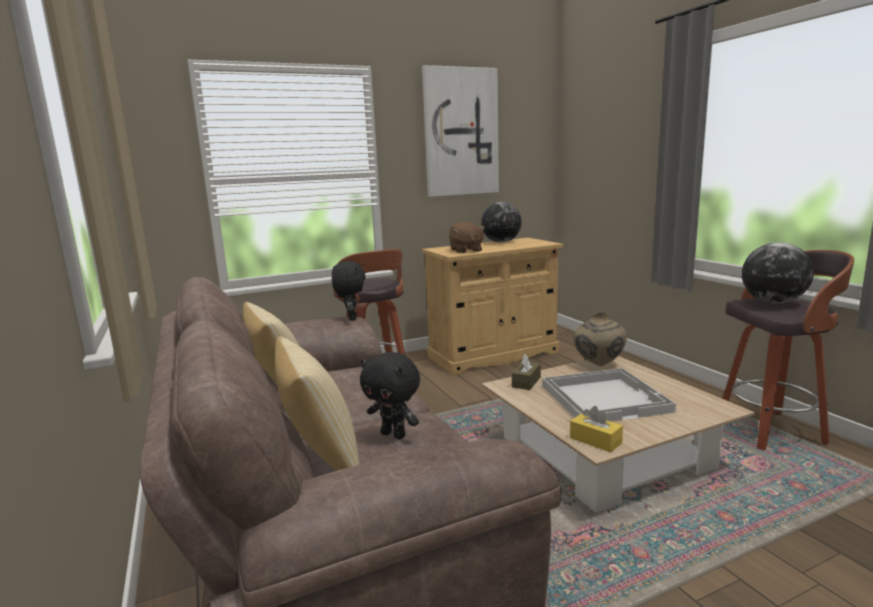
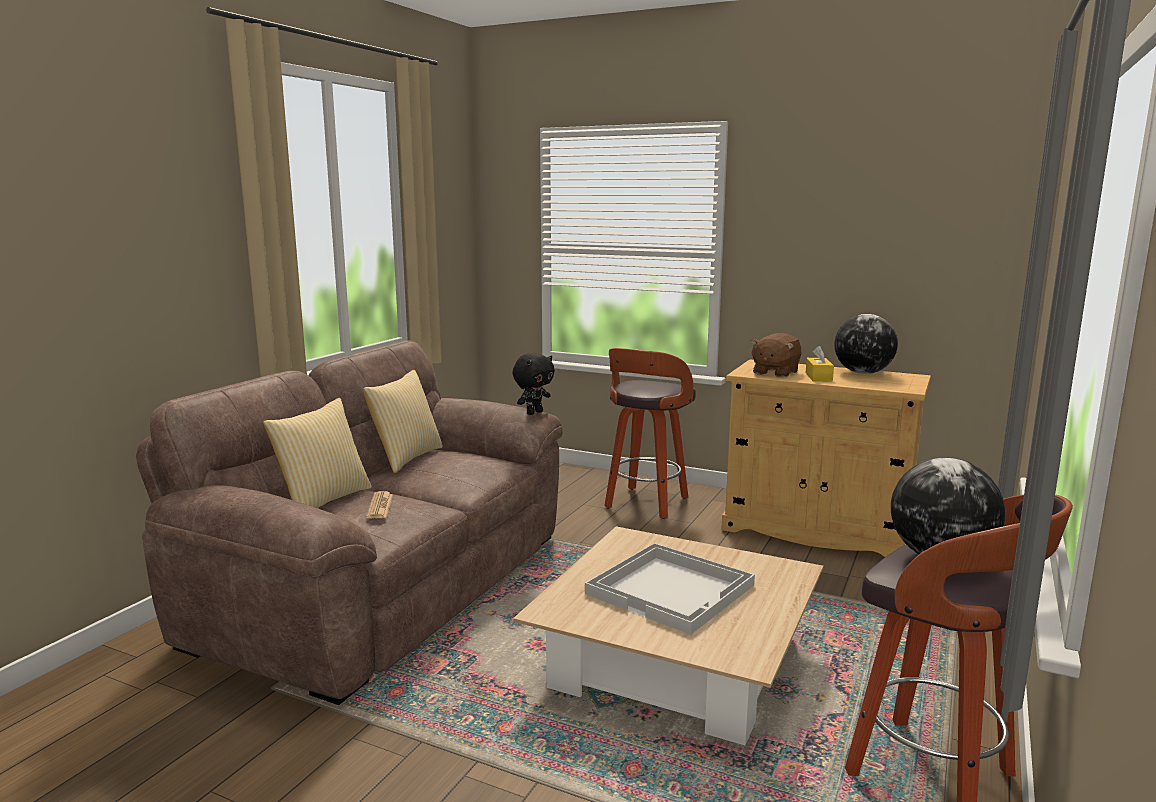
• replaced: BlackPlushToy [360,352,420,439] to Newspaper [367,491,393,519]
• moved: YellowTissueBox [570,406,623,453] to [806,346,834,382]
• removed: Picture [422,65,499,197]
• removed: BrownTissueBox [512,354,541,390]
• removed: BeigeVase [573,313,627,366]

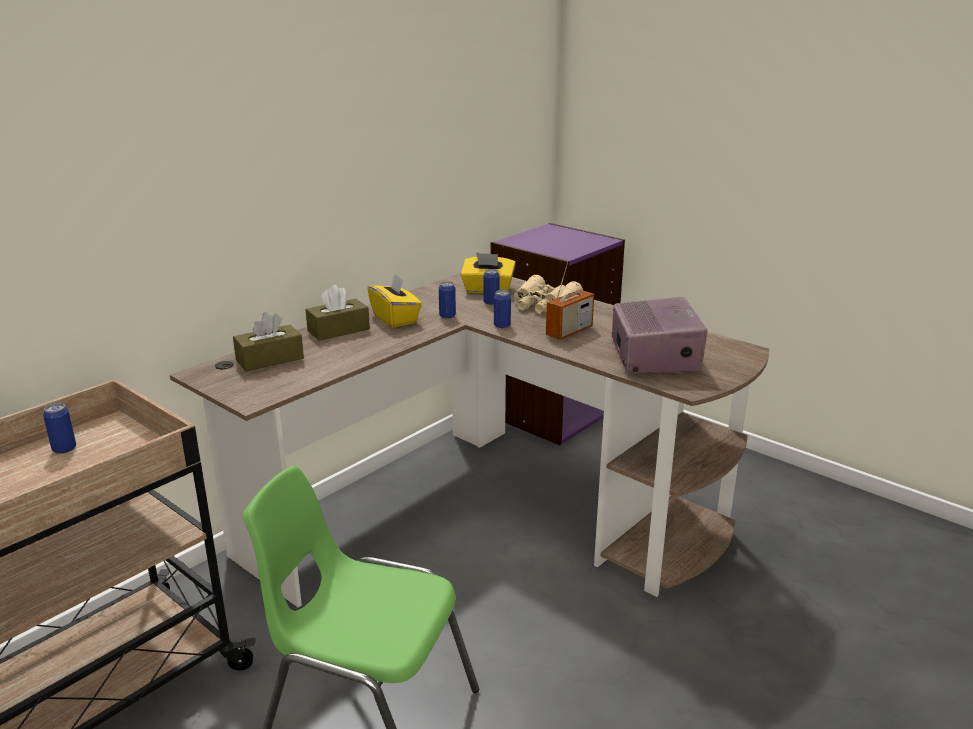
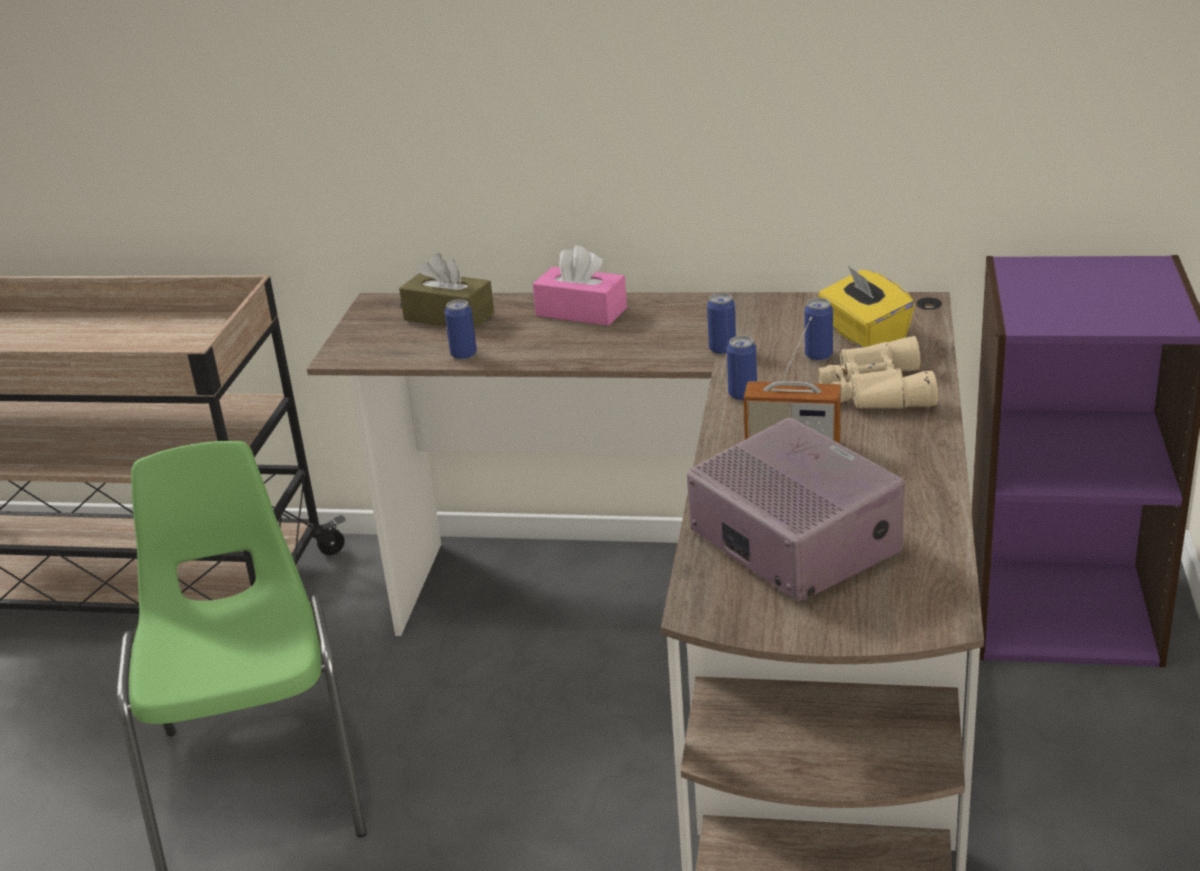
• moved: Can [43,403,76,454] to [445,299,477,359]
• recoloured: BrownTissueBox [305,285,370,341] to PinkTissueBox [533,245,627,326]
• turned: Radio [612,297,707,373] = [687,418,905,601] 90 degrees counterclockwise
• removed: YellowTissueBox [367,274,422,327]

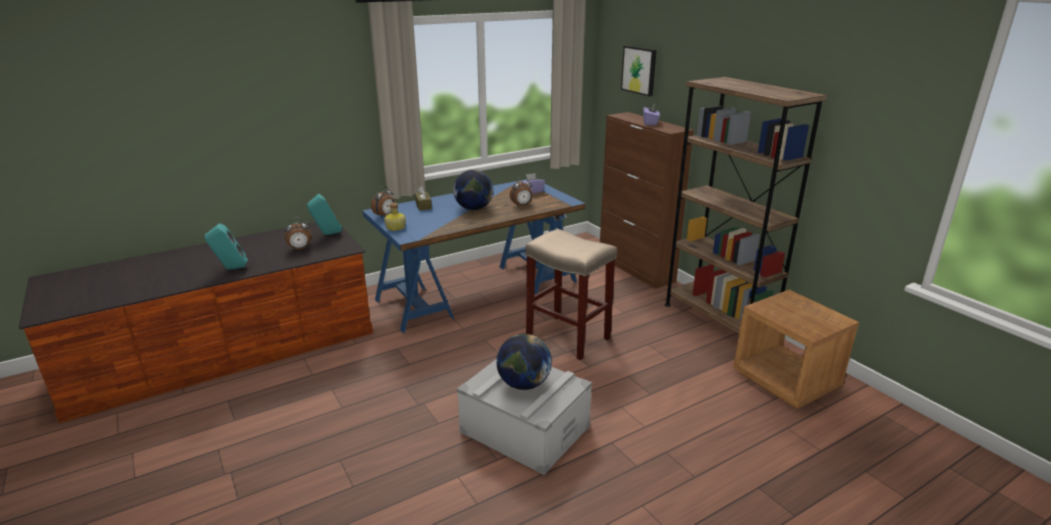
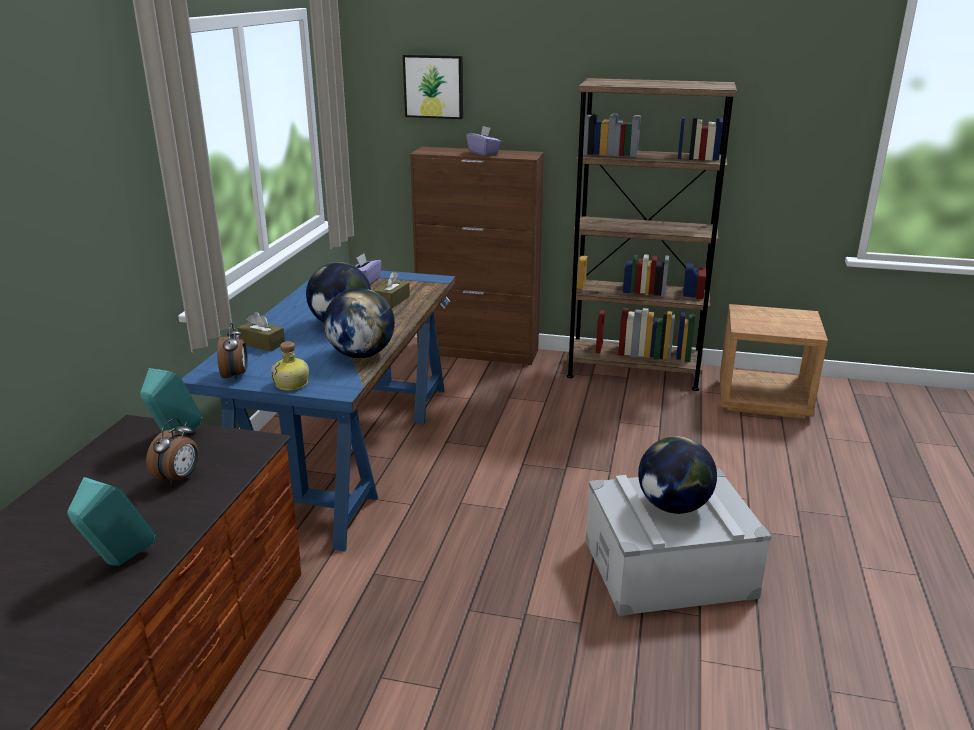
• added: Globe [324,288,395,358]
• replaced: AlarmClock [510,177,532,206] to BrownTissueBox [375,272,410,308]
• removed: BeigeStool [525,229,617,360]

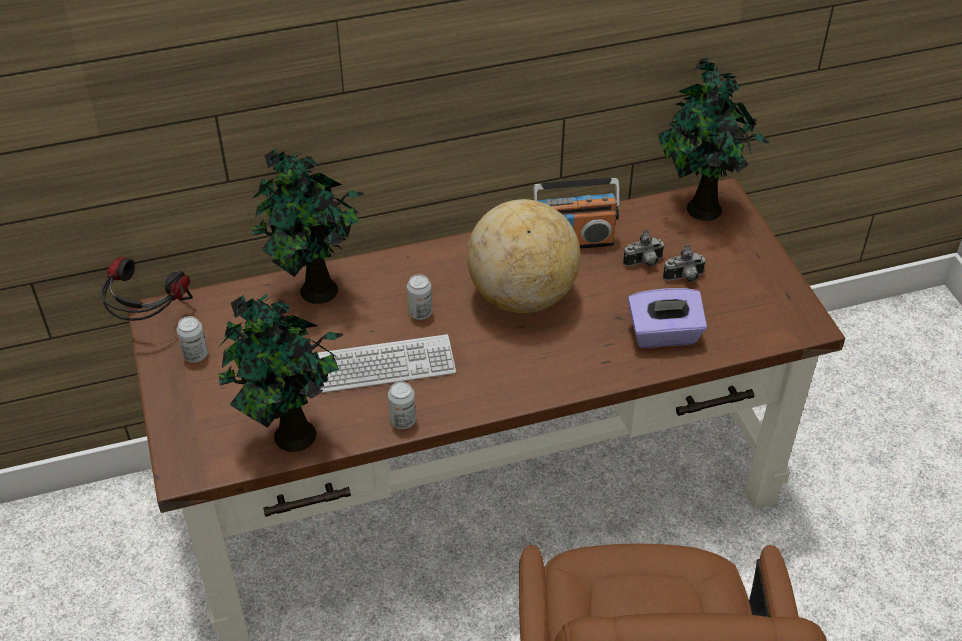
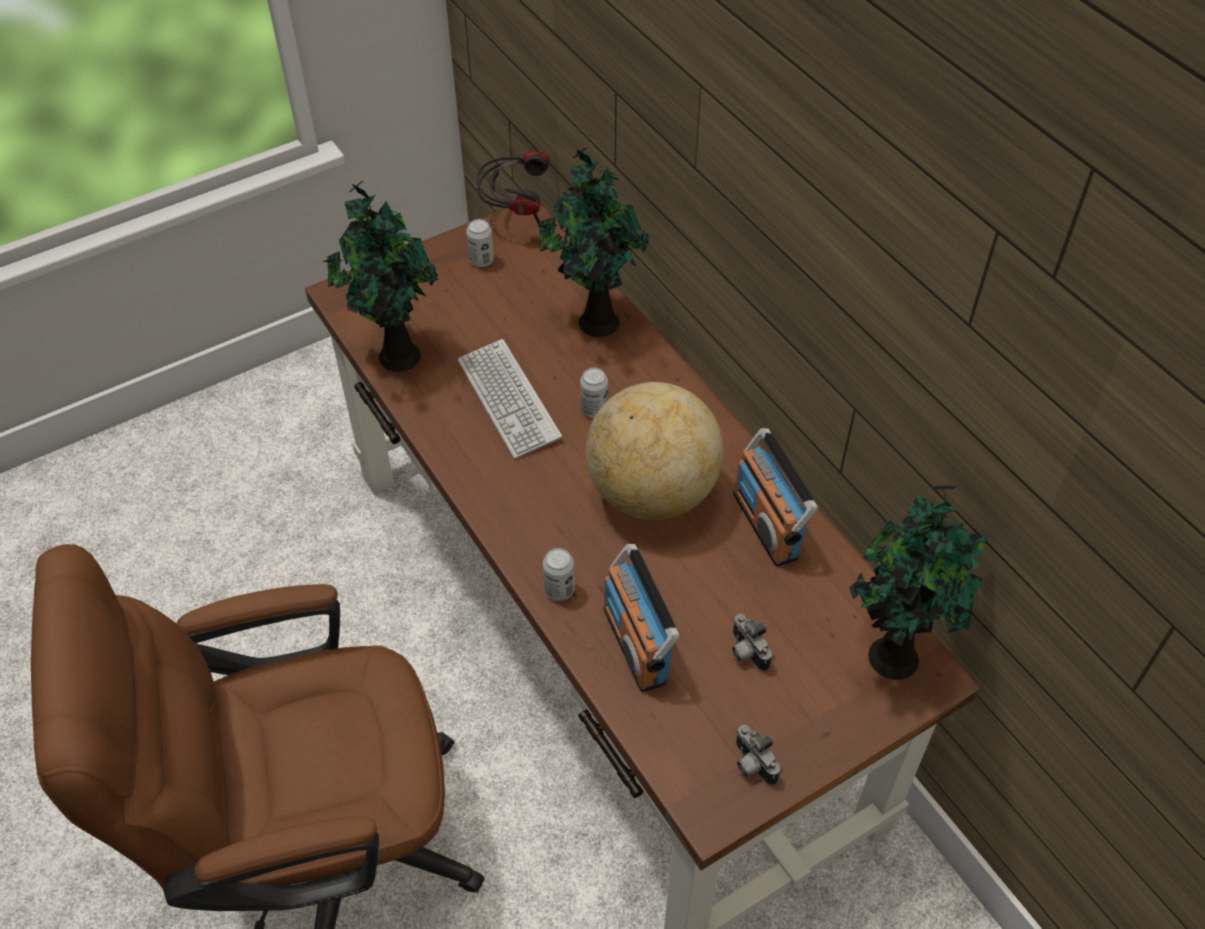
• moved: Can [388,382,416,429] to [543,548,575,601]
• replaced: PurpleTissueBox [628,288,707,348] to Radio [603,544,679,692]
• moved: PhotoCamera [623,230,665,267] to [736,725,780,785]

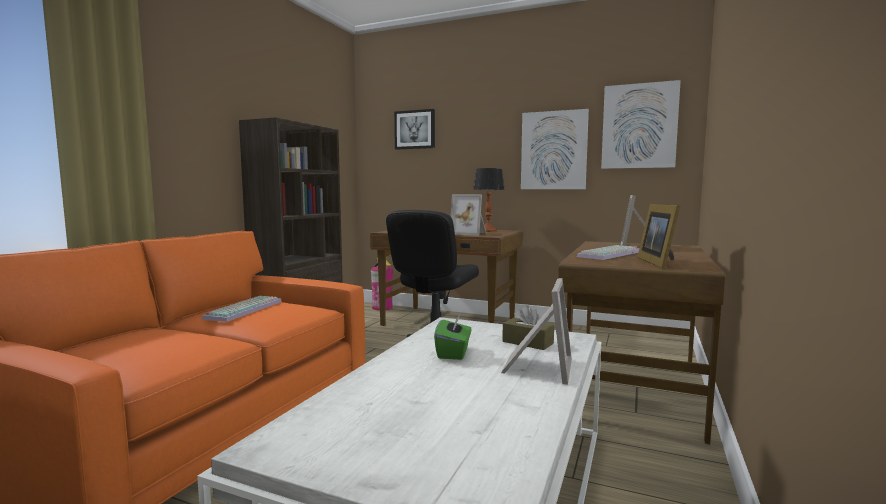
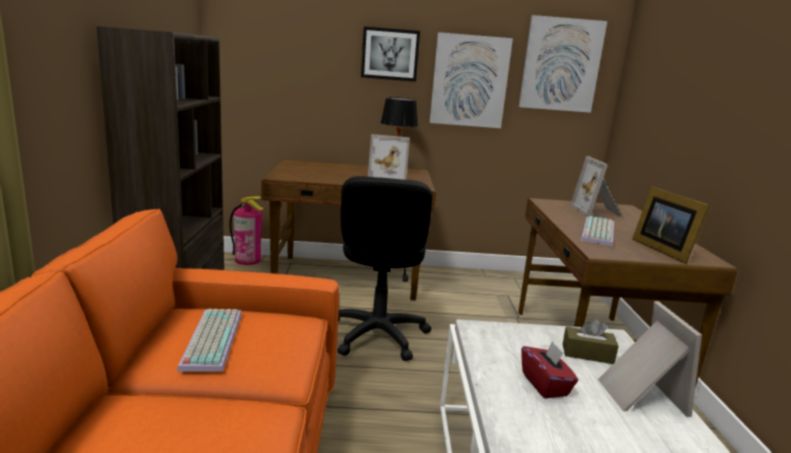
• moved: Picture [394,109,435,150] to [361,27,420,82]
• recoloured: GreenTissueBox [434,313,472,360] to RedTissueBox [522,341,578,398]

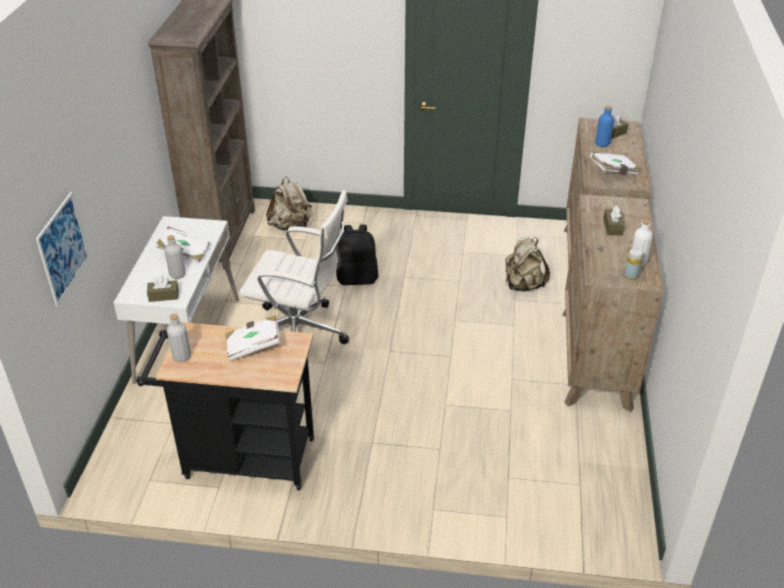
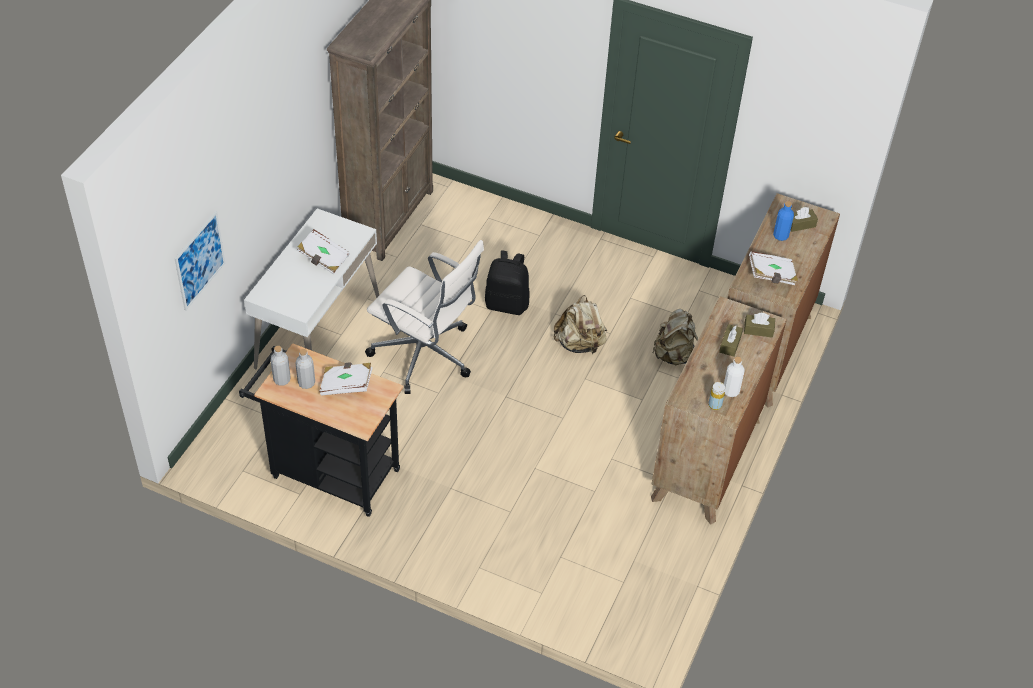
• moved: GreyBottle [165,235,186,279] to [295,349,315,389]
• moved: BeigeBackpack [266,177,313,230] to [553,295,607,354]
• moved: BrownTissueBox [147,276,179,302] to [744,313,775,338]

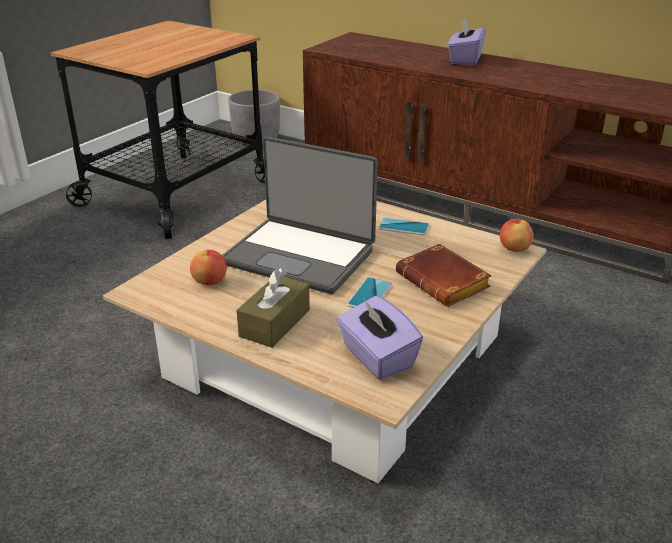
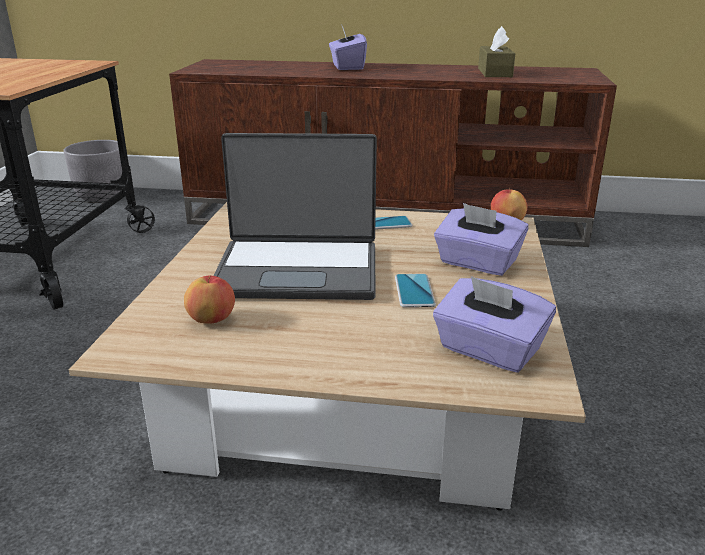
• replaced: BrownBook [396,244,492,307] to PurpleTissueBox [434,203,528,276]
• moved: BrownTissueBox [237,268,310,348] to [478,26,515,77]

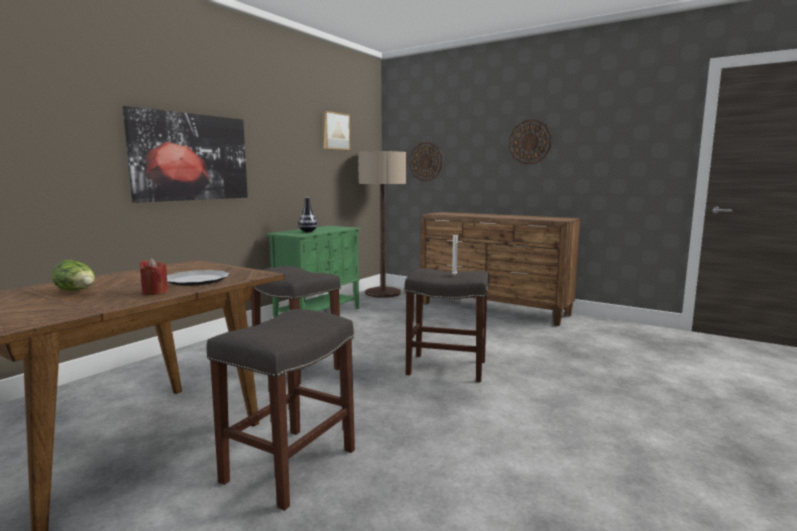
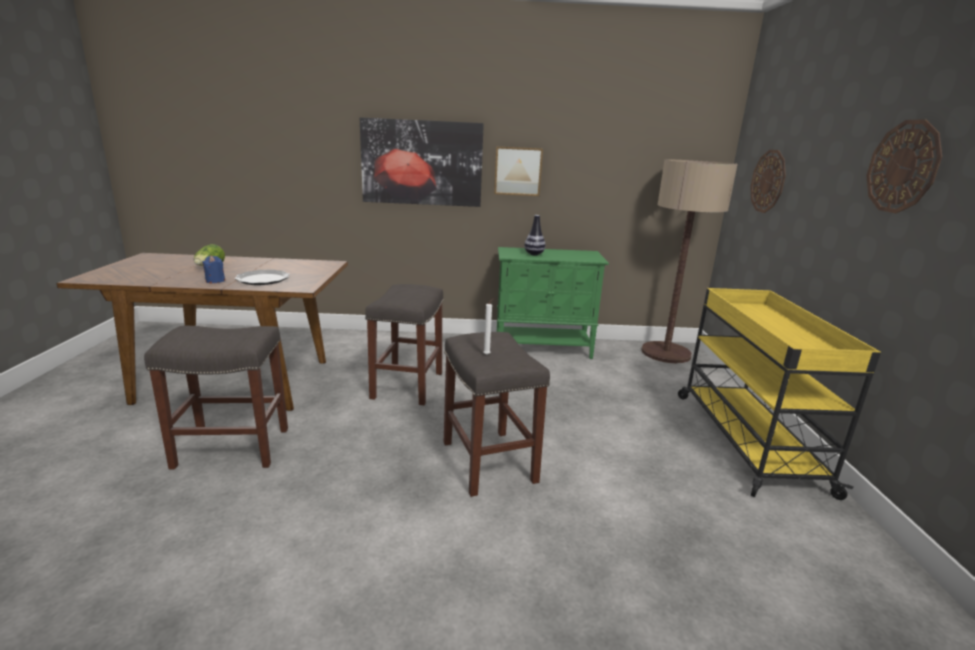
• recoloured: RedCandle [139,258,168,295] to BlueCandle [202,256,225,283]
• moved: Picture [322,111,350,150] to [494,146,543,196]
• replaced: BrownDresser [420,212,581,326] to YellowCart [678,288,881,500]

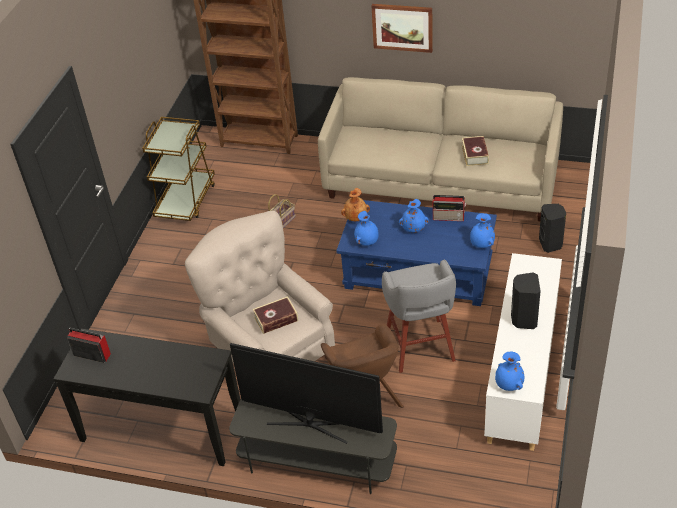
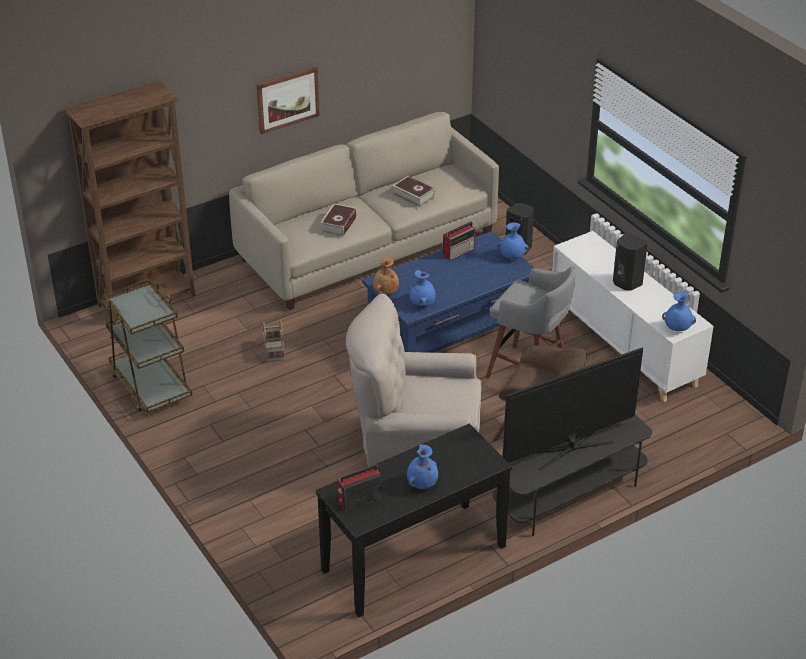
• moved: Book [253,296,298,334] to [321,204,357,237]
• moved: BlueVase [399,199,429,233] to [407,445,438,489]

